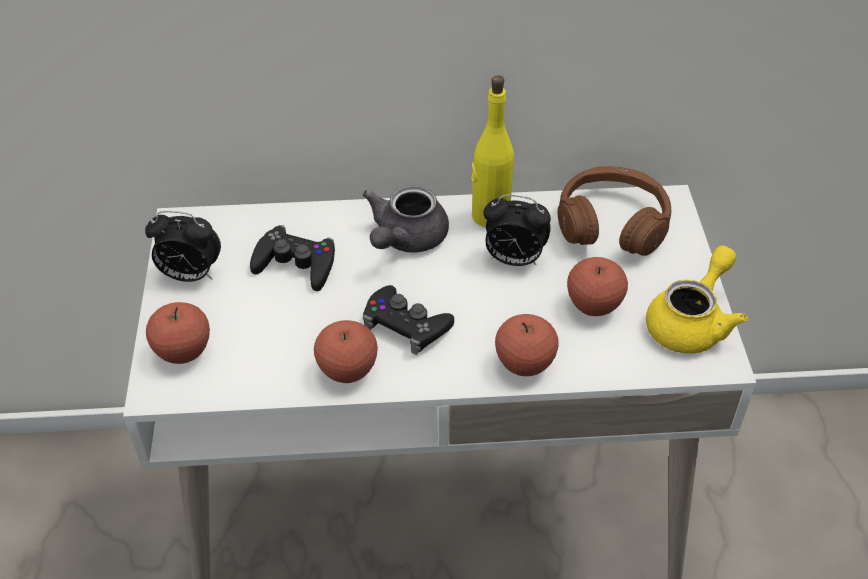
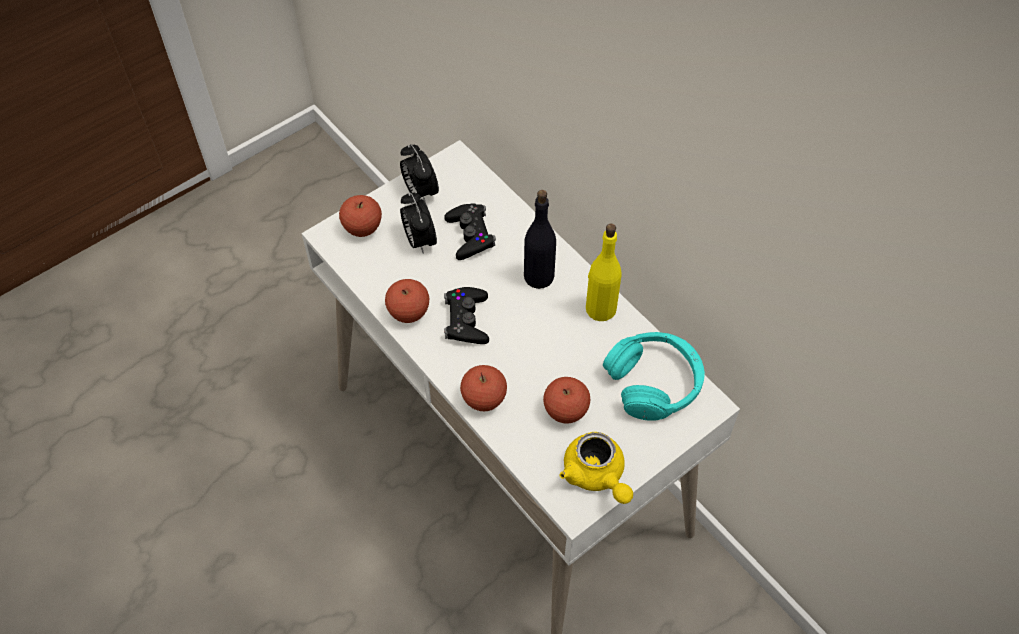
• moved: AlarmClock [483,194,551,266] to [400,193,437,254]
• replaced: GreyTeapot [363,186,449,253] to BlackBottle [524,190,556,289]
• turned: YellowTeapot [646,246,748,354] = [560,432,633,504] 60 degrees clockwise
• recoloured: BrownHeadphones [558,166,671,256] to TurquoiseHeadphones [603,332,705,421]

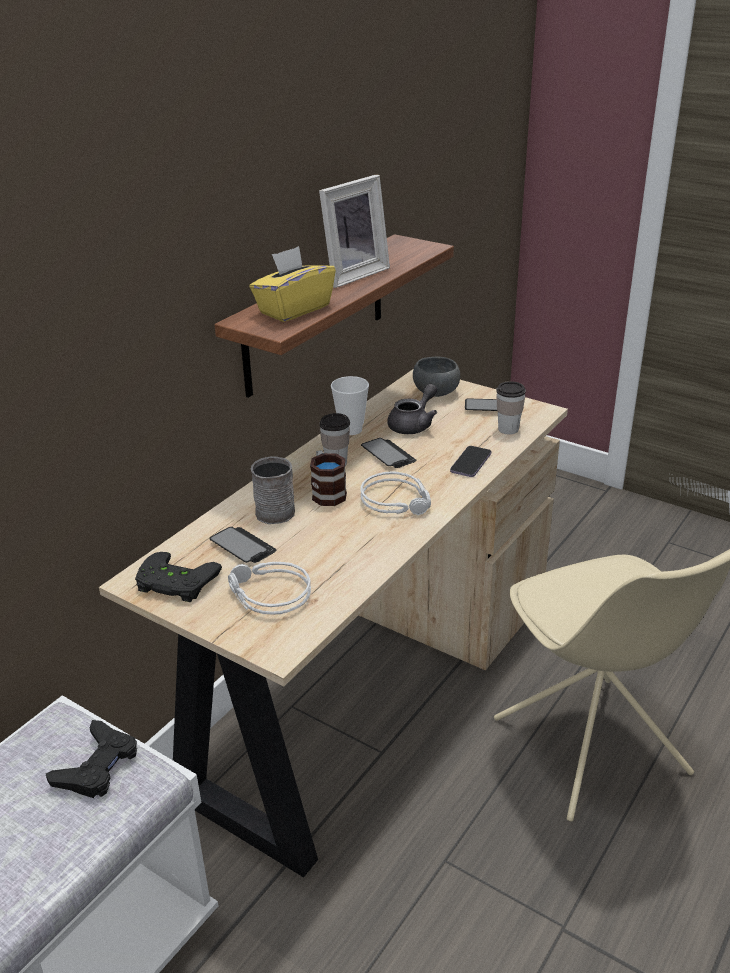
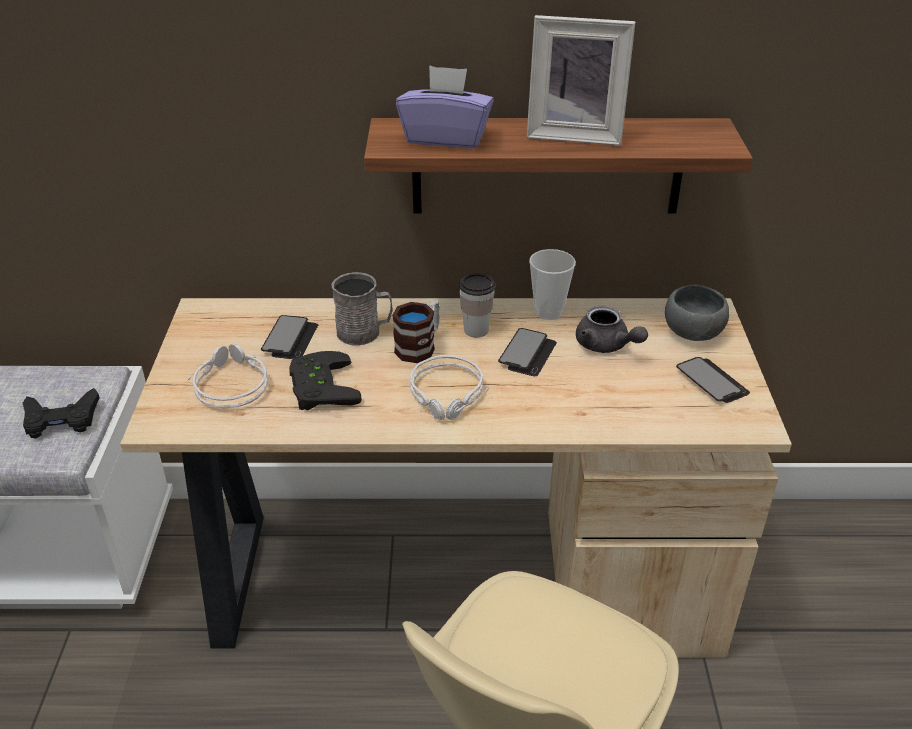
• moved: BlackGameController [135,552,222,602] to [289,351,362,411]
• recoloured: YellowTissueBox [249,246,336,322] to PurpleTissueBox [396,65,494,148]
• turned: GreyTeapot [387,384,437,434] = [576,306,648,353] 45 degrees clockwise
• removed: Phone [450,446,491,477]
• removed: Cup [496,381,526,435]

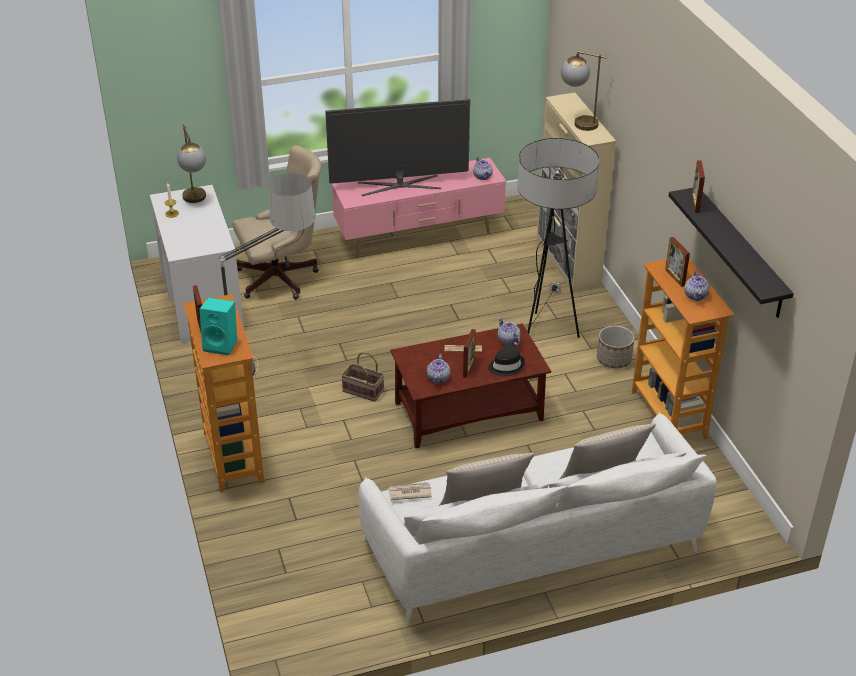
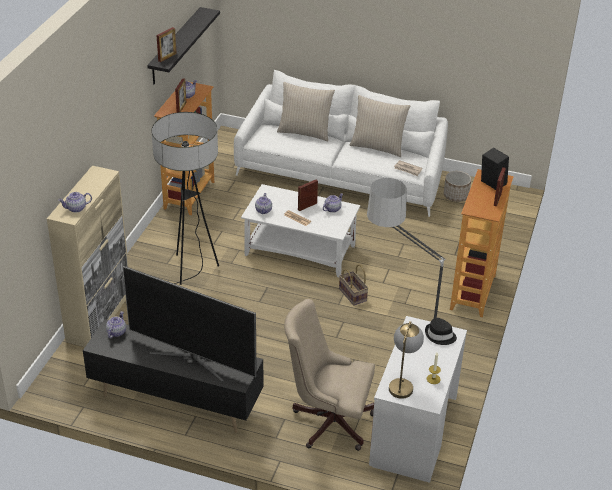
• added: Teapot [58,192,92,213]
• recoloured: PinkTvStand [332,158,506,258] to BlackTvStand [83,319,263,433]
• recoloured: BrownCoffeeTable [390,324,551,448] to WhiteCoffeeTable [241,184,360,278]
• moved: BlackHat [488,346,525,377] to [425,318,457,345]
• moved: Planter [597,326,635,368] to [444,171,471,202]
• recoloured: TurquoiseSpeaker [200,297,237,355] to BlackSpeaker [481,148,509,190]
• removed: TableLamp [561,51,607,131]

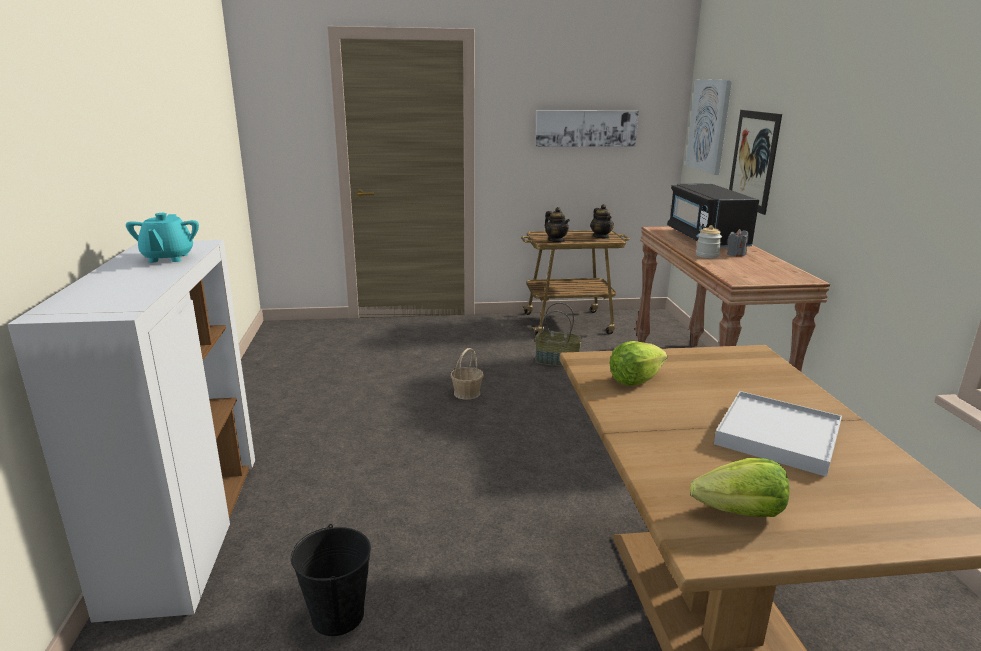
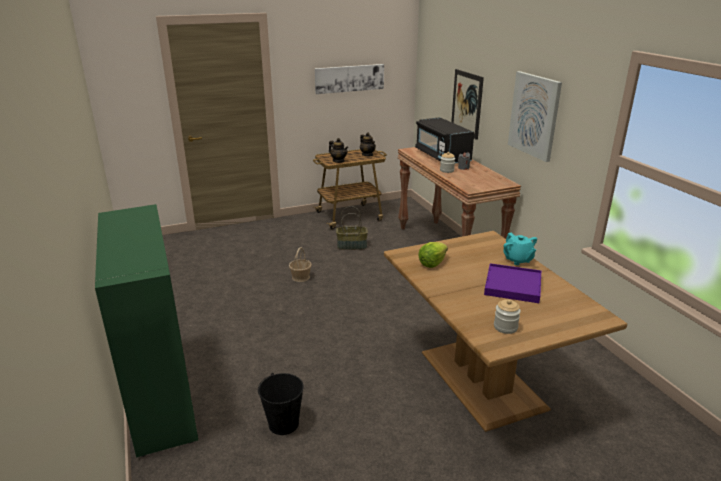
• recoloured: WhiteCabinet [7,240,255,623] to GreenCabinet [95,204,199,458]
• recoloured: WhiteTray [714,391,842,477] to PurpleTray [484,263,541,303]
• replaced: Lettuce [690,458,790,517] to Jar [494,299,521,334]
• moved: TurquoiseTeapot [126,213,199,263] to [503,232,537,265]
• moved: Picture [685,79,732,175] to [508,71,562,162]

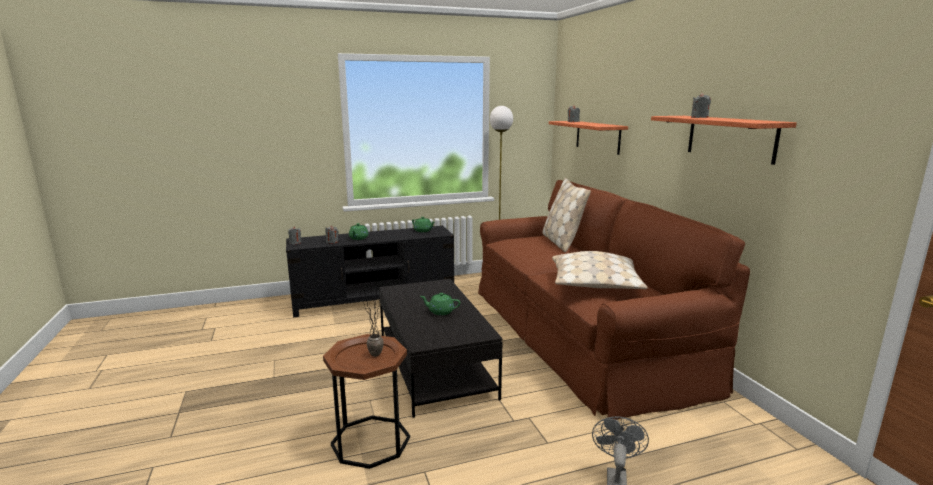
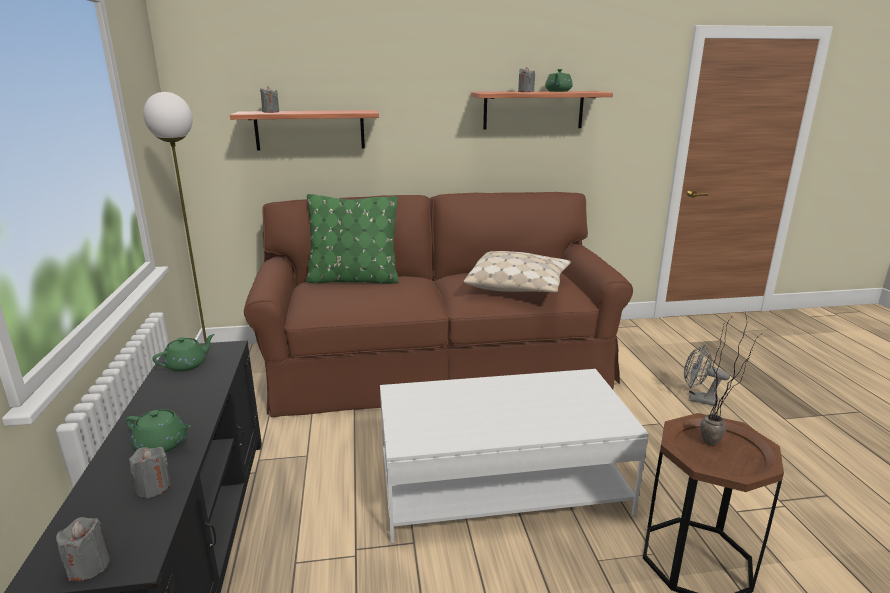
• recoloured: BeigePillow [542,178,591,252] to GreenPillow [306,194,399,283]
• recoloured: BlackCoffeeTable [379,279,503,418] to WhiteCoffeeTable [380,369,649,543]
• moved: GreenTeapot [420,293,461,315] to [545,69,573,92]

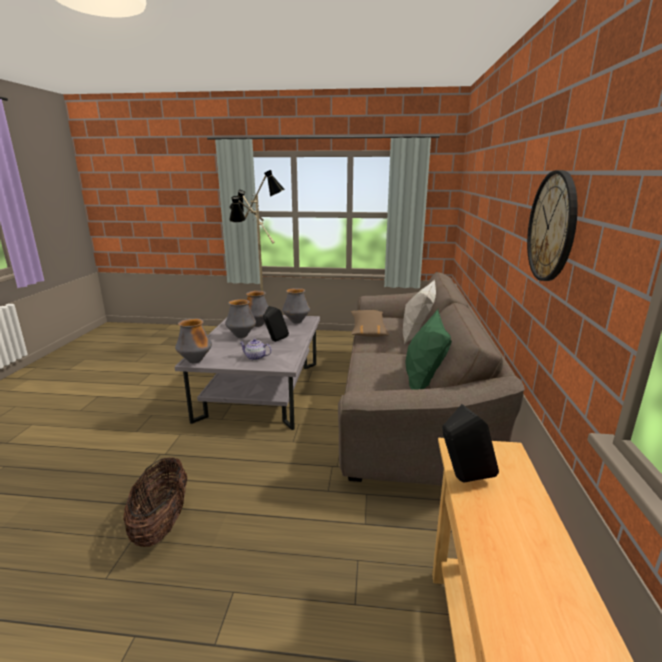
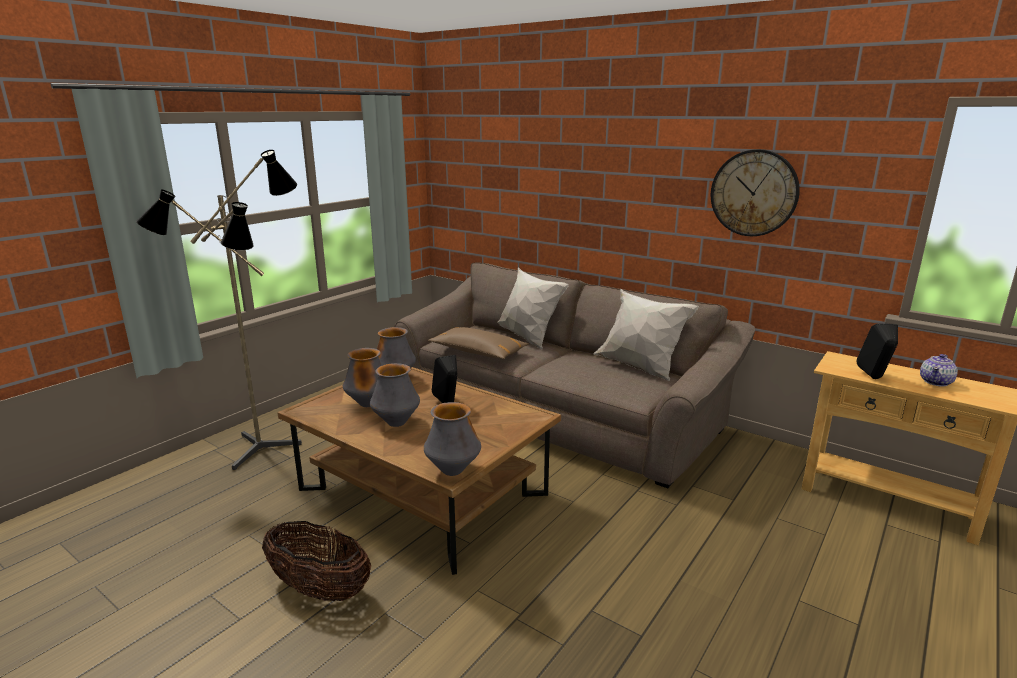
• moved: Basket [123,457,187,547] to [262,521,371,601]
• recoloured: GreyCoffeeTable [175,315,320,430] to BrownCoffeeTable [278,367,561,575]
• recoloured: GreenPillow [405,309,452,389] to WhitePillow [593,288,699,381]
• moved: Teapot [239,339,272,361] to [920,354,958,387]

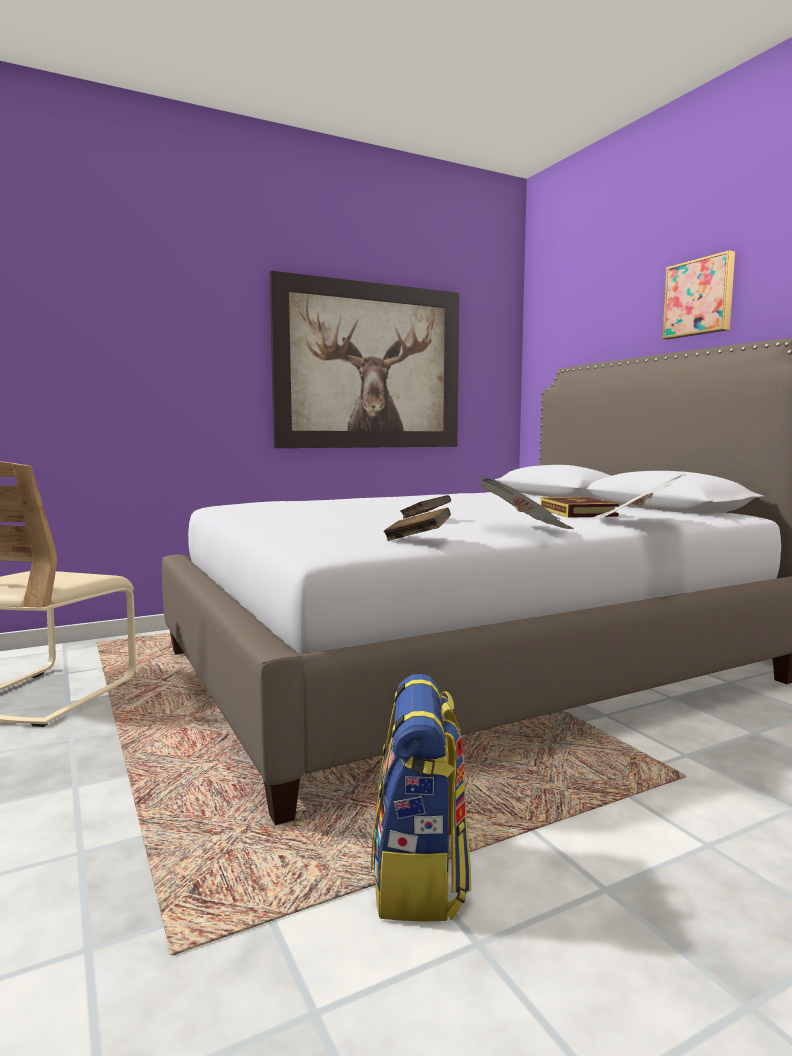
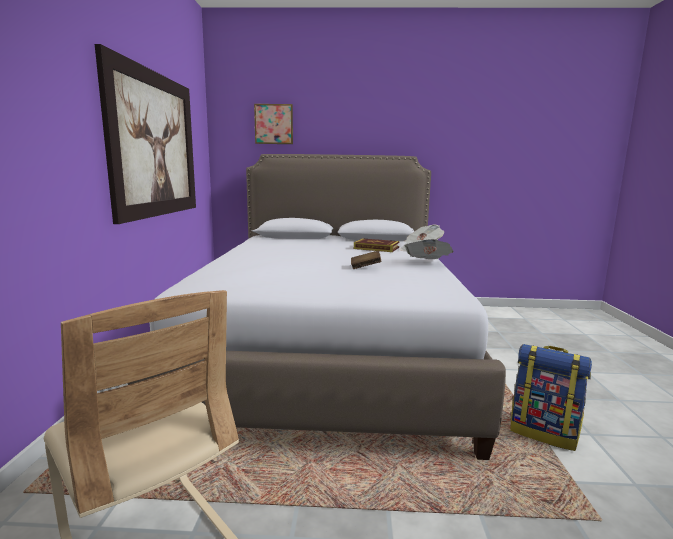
• moved: Picture [662,250,735,339] to [254,104,293,144]
• removed: BrownBook [383,507,451,541]

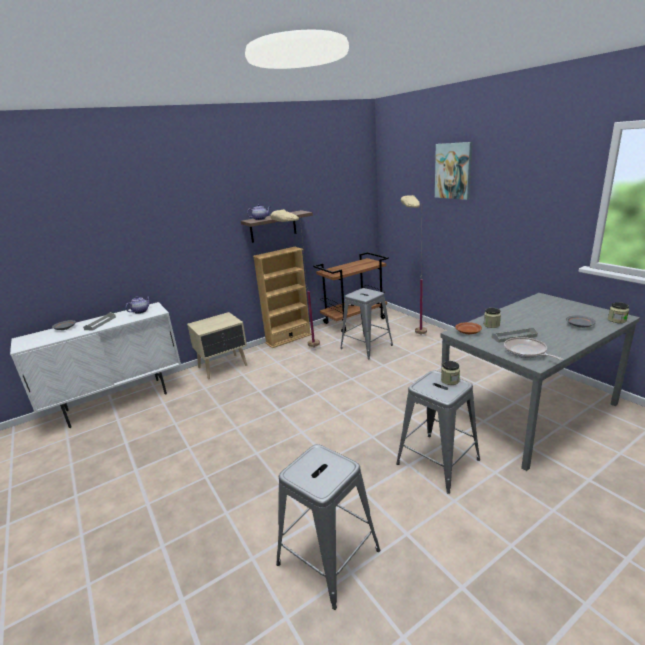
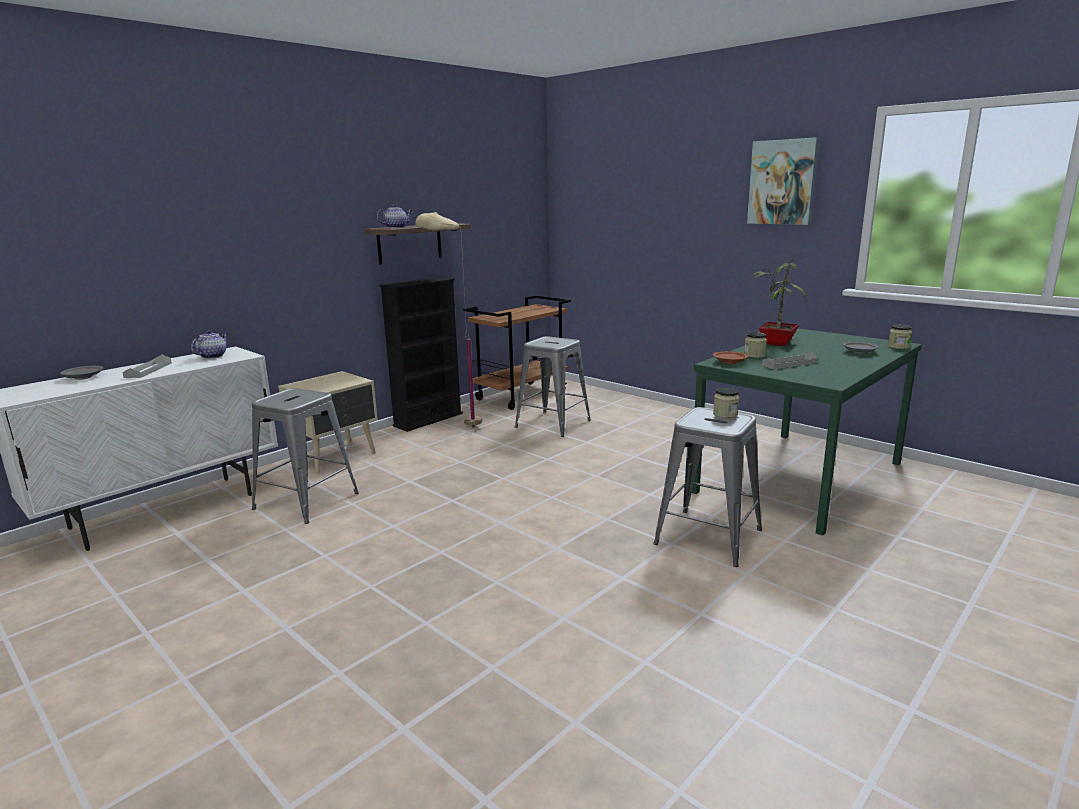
• moved: GreyStool [276,444,380,610] to [252,388,359,524]
• recoloured: BeigeBookcase [253,247,312,348] to BlackBookcase [380,277,463,432]
• recoloured: GreyDiningTable [440,293,640,471] to GreenDiningTable [692,328,922,536]
• moved: Picture [435,142,472,200] to [747,137,819,225]
• added: PottedPlant [753,257,807,346]
• removed: BeigeFloorLamp [401,195,427,335]
• removed: FryingPan [504,337,564,360]

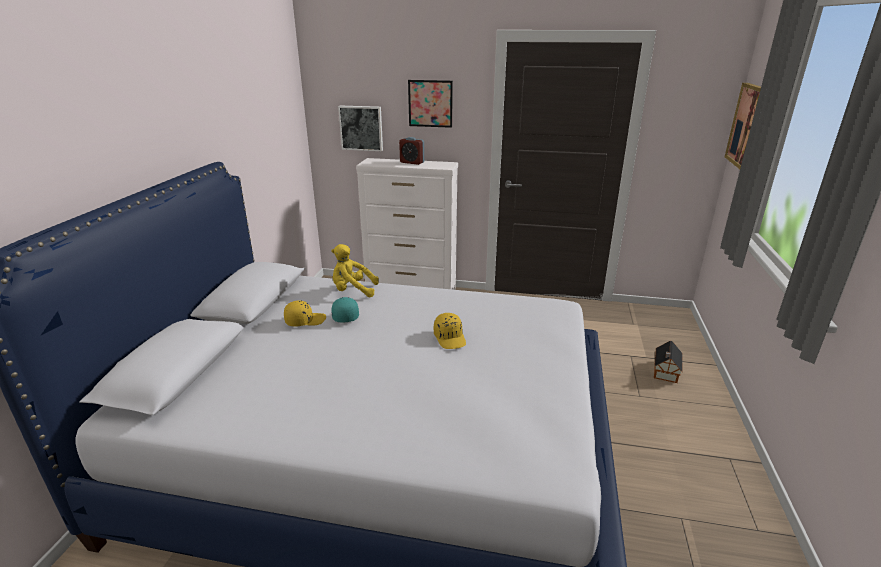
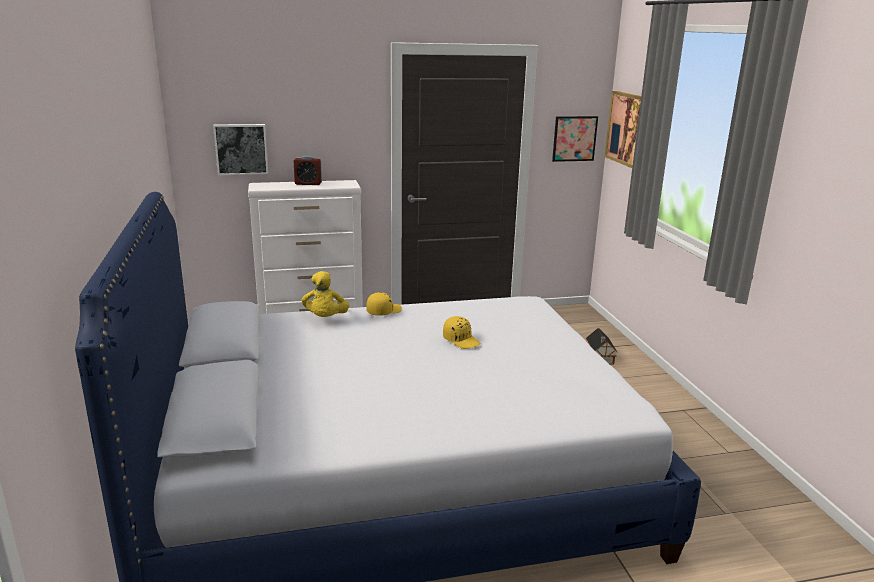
• turned: YellowPlushToy [331,244,379,297] = [302,271,350,317] 75 degrees counterclockwise
• moved: YellowCap [284,300,326,327] to [366,292,402,316]
• moved: Picture [408,80,453,128] to [552,116,598,162]
• removed: TurquoiseCap [331,297,359,322]

